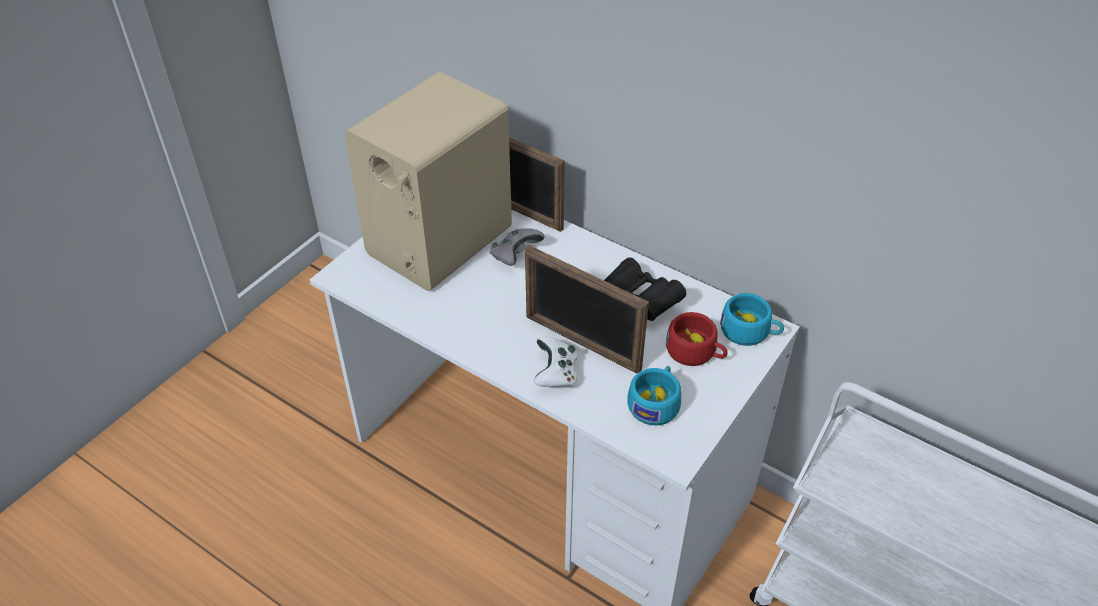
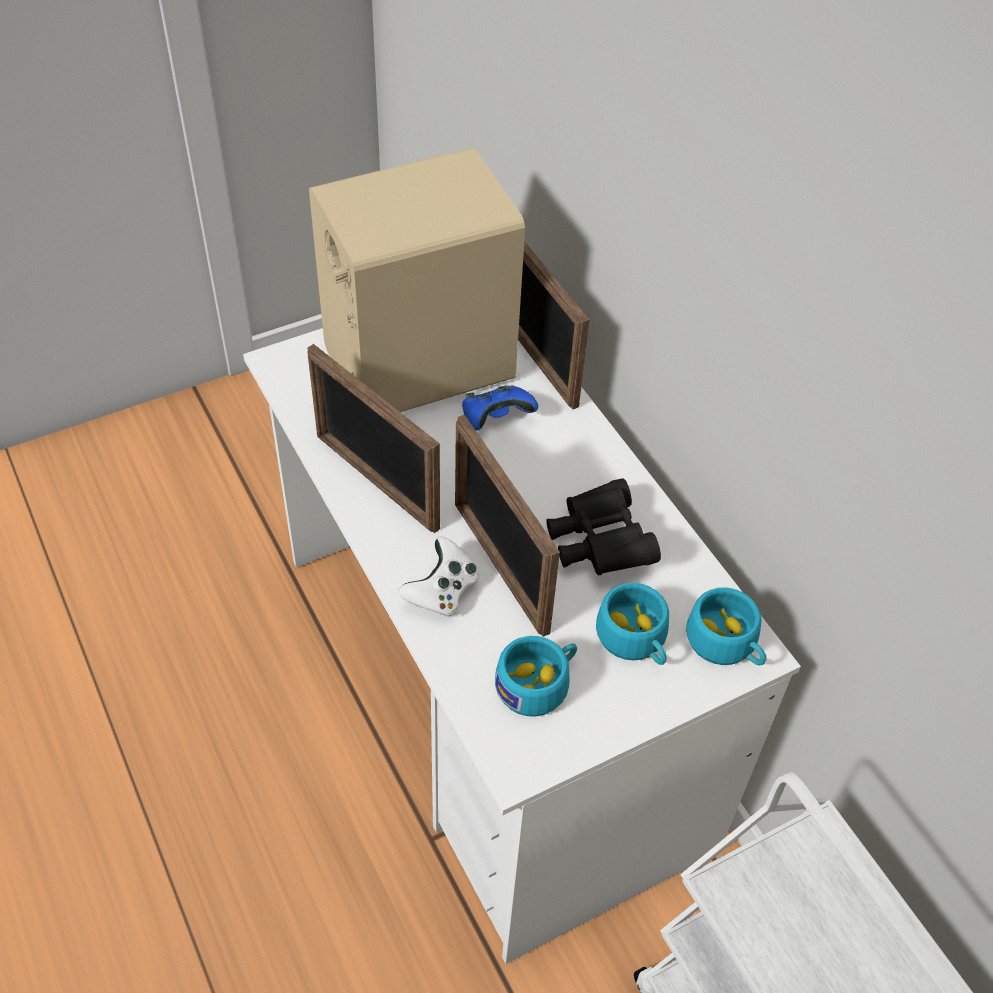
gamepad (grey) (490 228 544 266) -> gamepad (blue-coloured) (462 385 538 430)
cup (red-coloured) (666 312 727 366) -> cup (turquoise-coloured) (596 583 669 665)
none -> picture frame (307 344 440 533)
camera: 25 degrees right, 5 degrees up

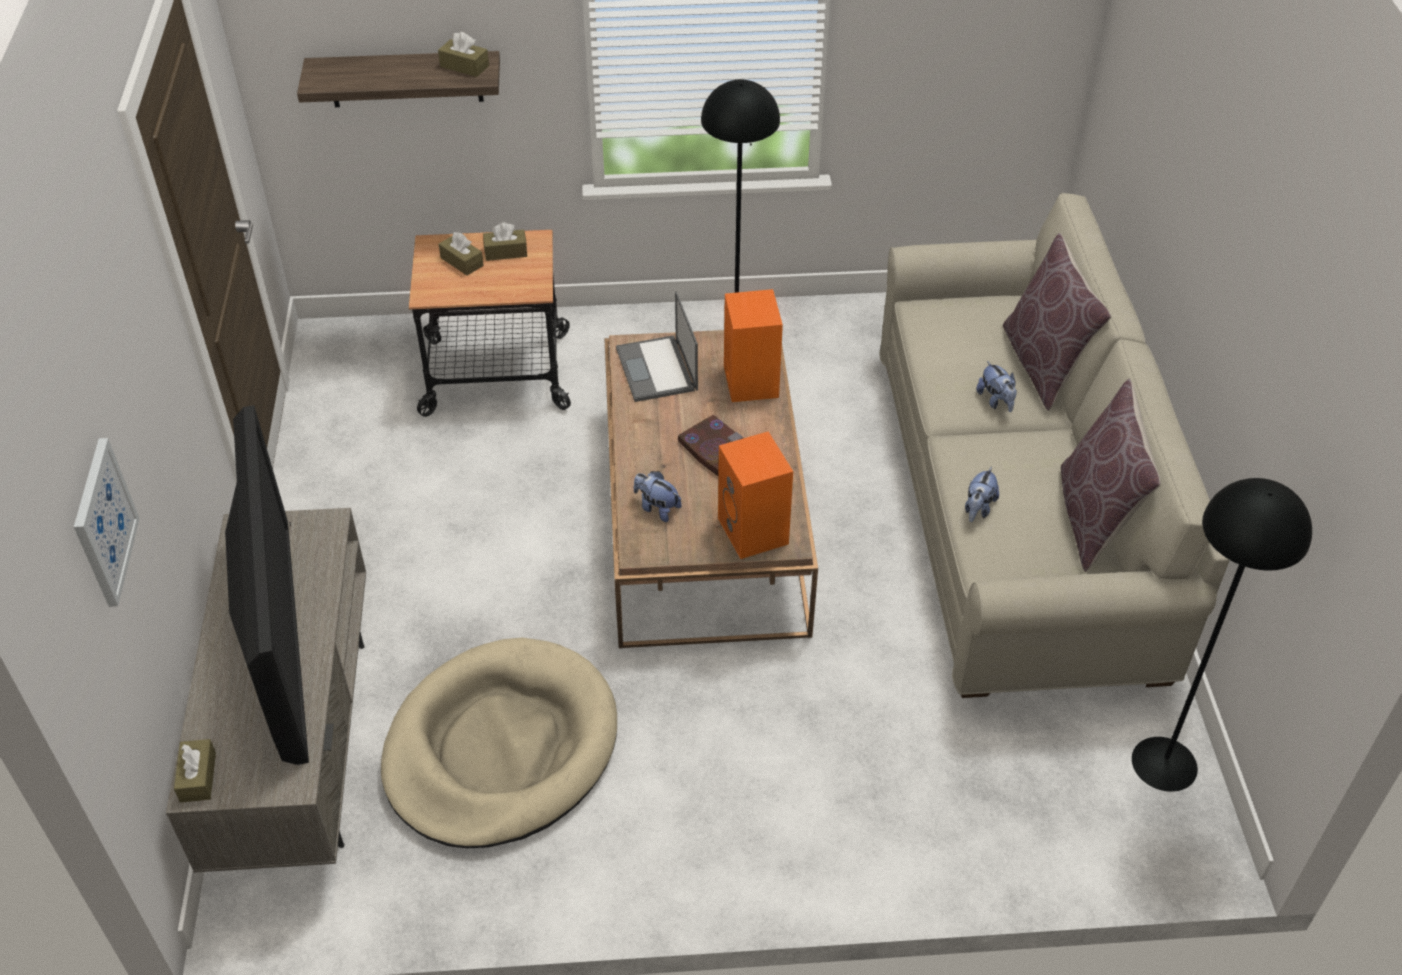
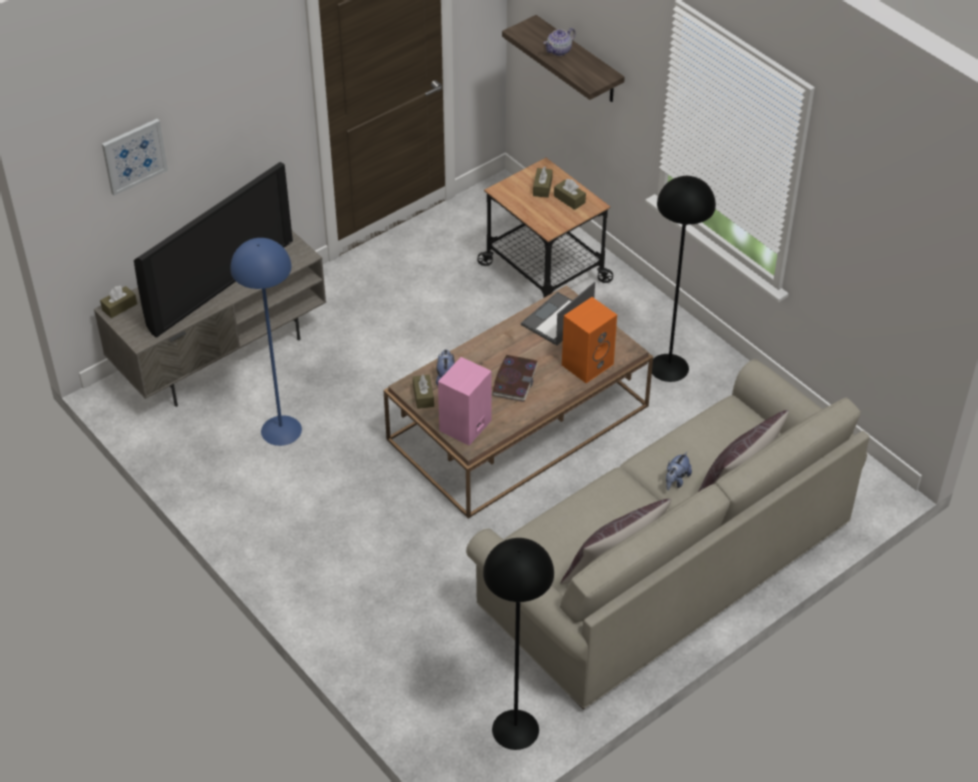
box of tissues (brown-coloured) (438 32 489 77) -> box of tissues (brown-coloured) (413 374 434 409), moved
speaker (orange) (718 431 793 559) -> speaker (pink) (438 357 492 446)
soft toy (965 467 999 522) -> none
dog bed (sand-coloured) (381 638 617 848) -> standard lamp (blue-coloured) (231 238 302 446)
none -> teapot (544 28 575 56)
camera: 55 degrees right, 0 degrees up

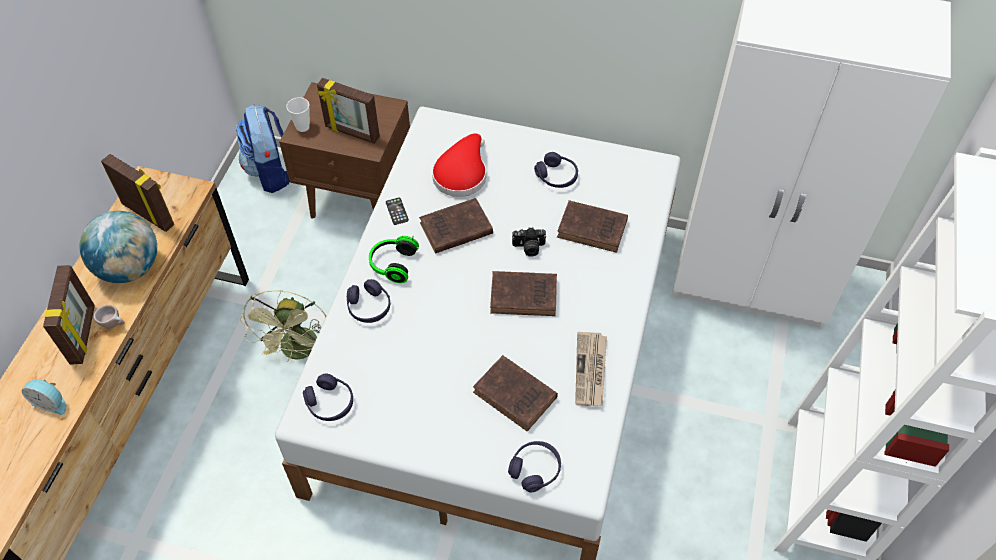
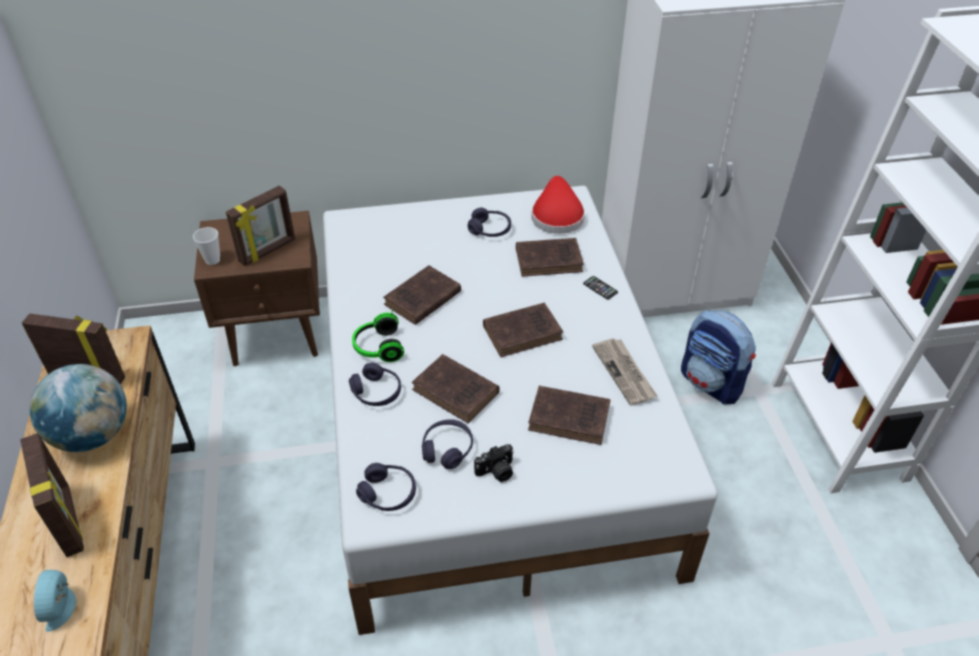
picture frame (317 78 380 144) -> picture frame (226 186 295 266), 45 degrees counterclockwise
backpack (236 104 290 193) -> backpack (681 310 756 404), moved
wearable hat (red-coloured) (432 133 486 197) -> wearable hat (red-coloured) (531 176 585 234), moved
handset (386 198 409 225) -> handset (583 276 618 300), moved
still camera (512 227 546 257) -> still camera (474 444 514 482), moved
fan (green-coloured) (240 290 326 362) -> none
cup (sand-coloured) (94 305 125 329) -> none
table clock (22 379 66 415) -> table clock (33 570 76 632), 90 degrees clockwise
pair of headphones (purple) (508 441 561 492) -> pair of headphones (purple) (422 419 473 469), moved
none -> volume (brown-coloured) (412 354 499 423)
camera: 25 degrees left, 10 degrees down

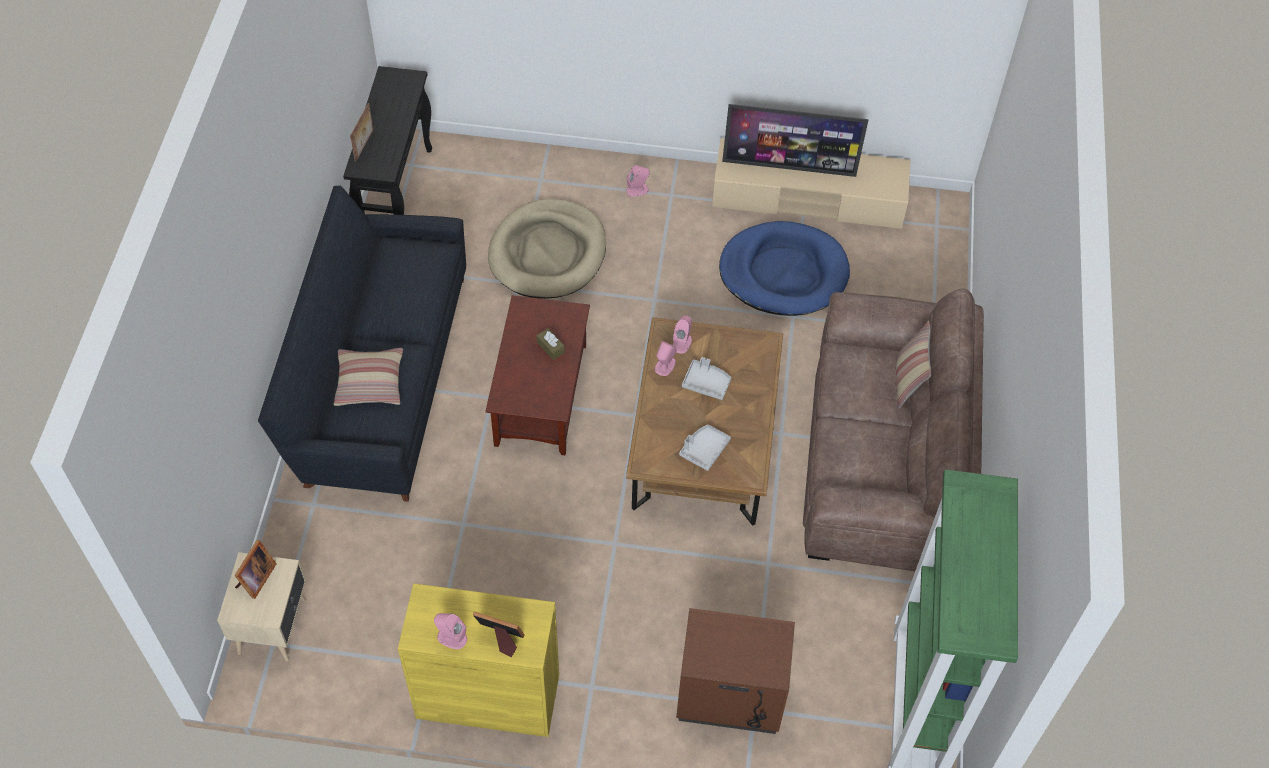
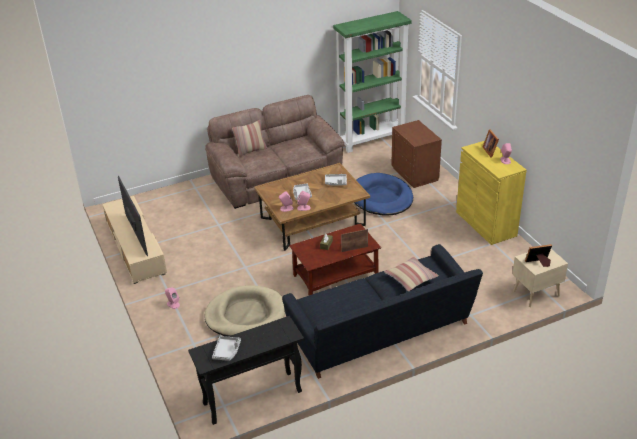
picture frame (350 103 374 162) -> picture frame (341 229 368 252), moved
dog bed (blue-coloured) (719 221 850 316) -> dog bed (blue-coloured) (354 173 413 216), moved
none -> carrying tray (grey) (212 336 241 361)
camera: 120 degrees left, 20 degrees down

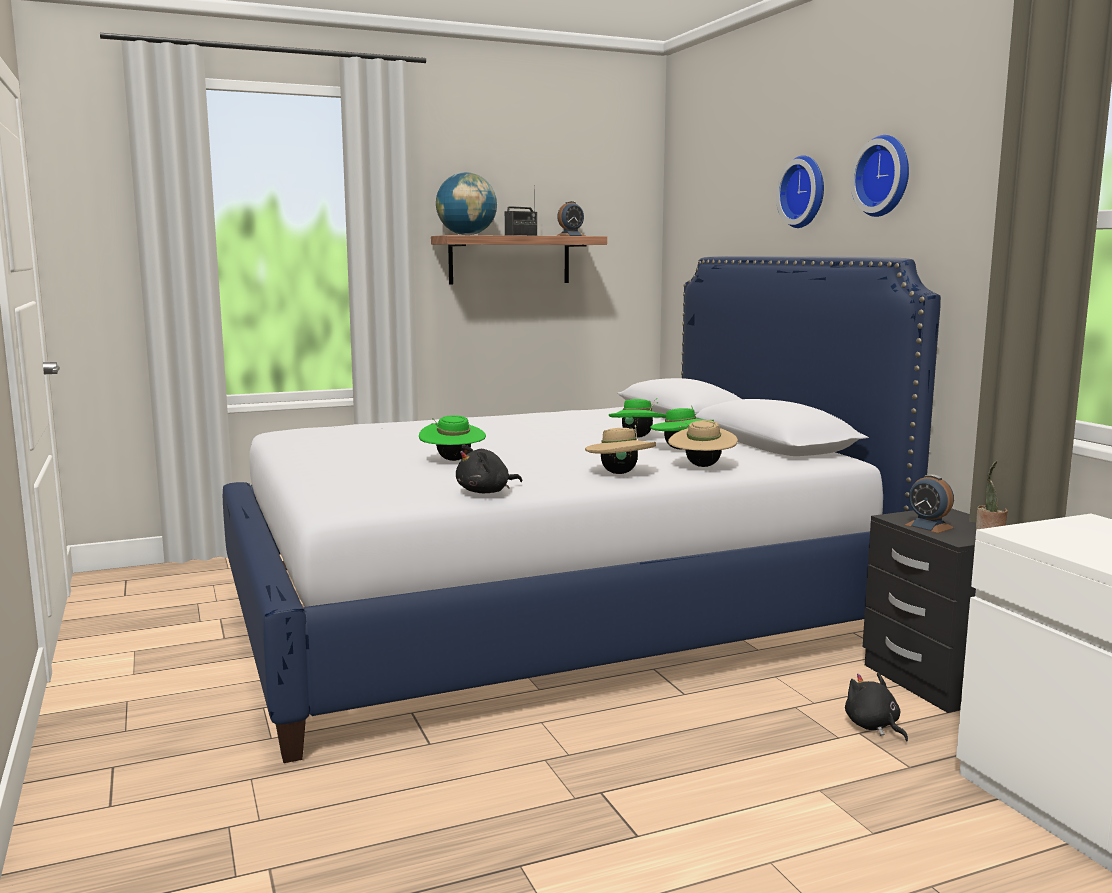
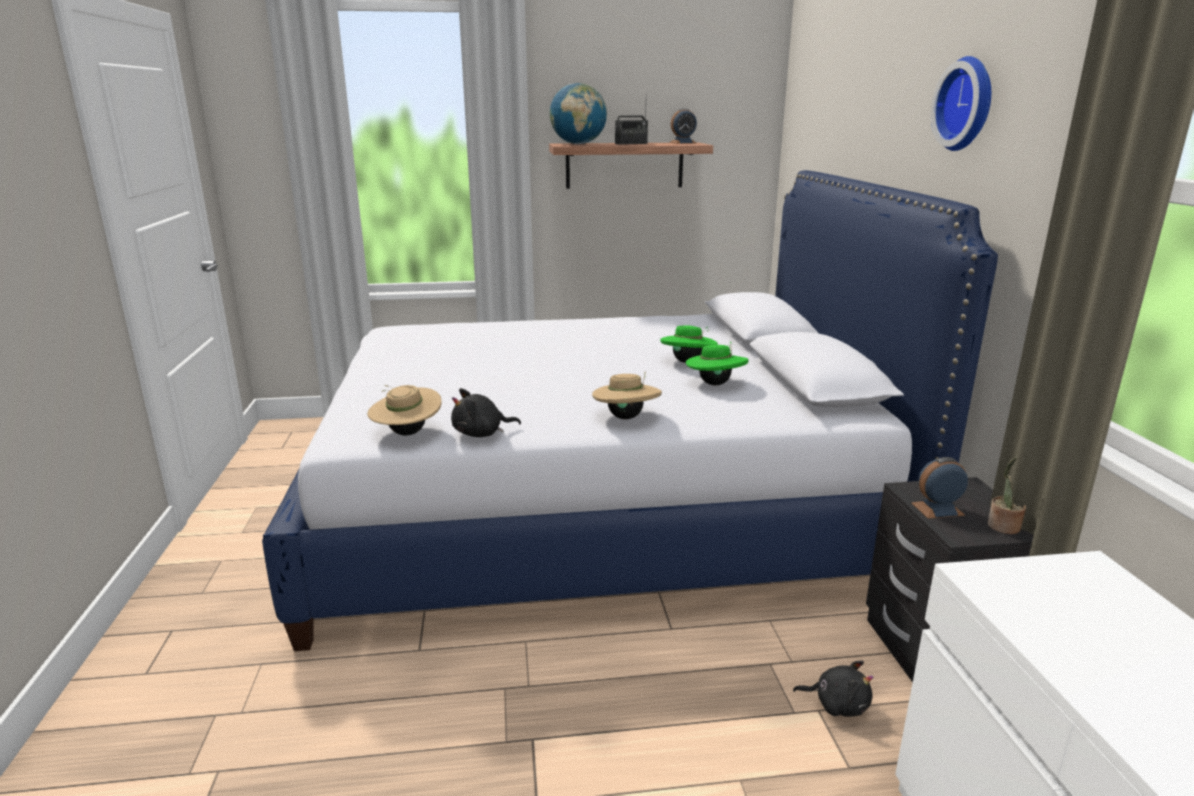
hanging clock (776 155 824 228) -> none
wearable hat (green-coloured) (419 415 486 461) -> none
wearable hat (sand-coloured) (668 420 738 467) -> wearable hat (sand-coloured) (367 385 442 435), moved
table clock (905 474 954 533) -> table clock (911 457 968 519), 105 degrees clockwise
soft toy (black-coloured) (845 673 908 742) -> soft toy (black-coloured) (793 661 874 717), 120 degrees clockwise
camera: 15 degrees right, 10 degrees up

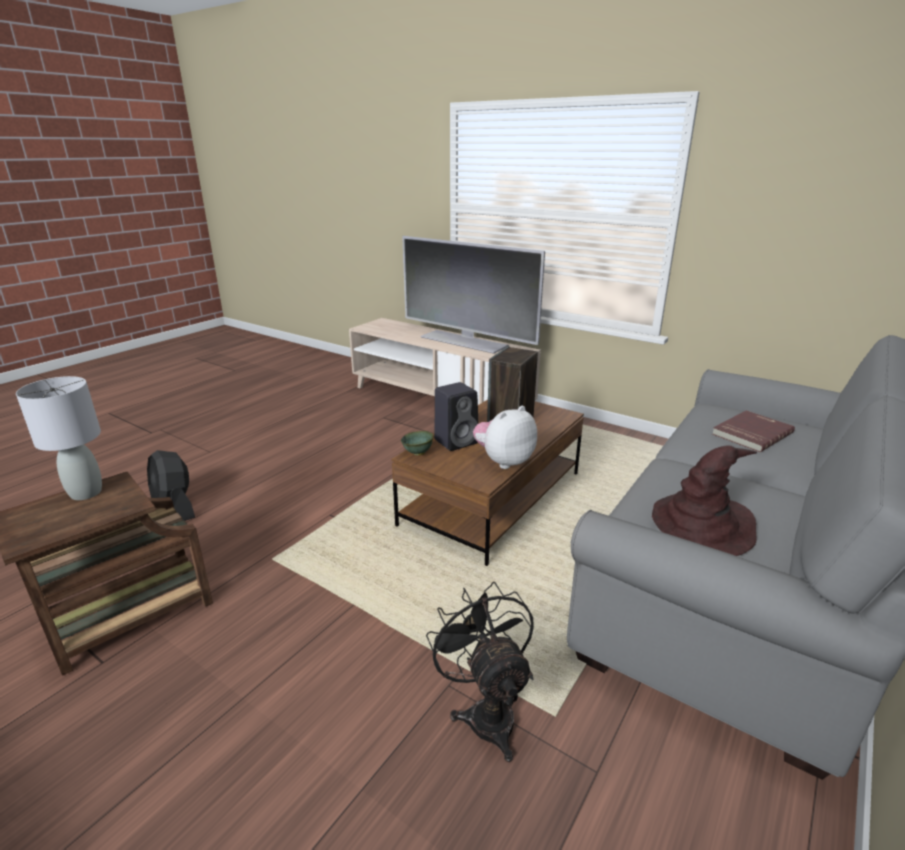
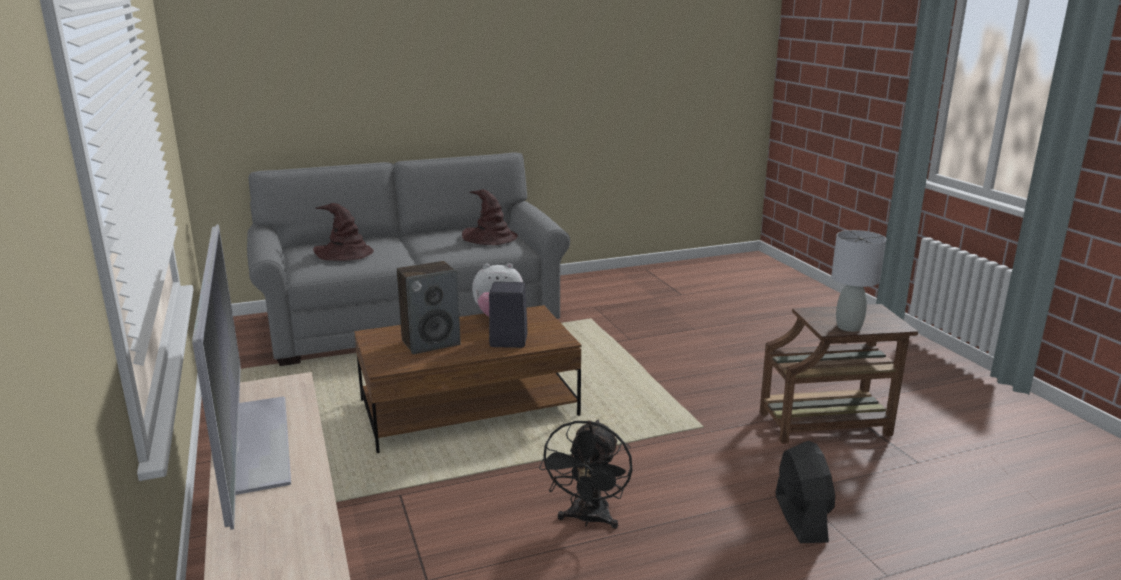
volume (red-coloured) (712 410 795 452) -> wearable hat (brown-coloured) (313 203 374 261)
bowl (green-coloured) (401 431 433 456) -> none
fan (black-coloured) (426 582 534 762) -> fan (black-coloured) (539 420 632 529), moved
camera: 145 degrees left, 5 degrees down

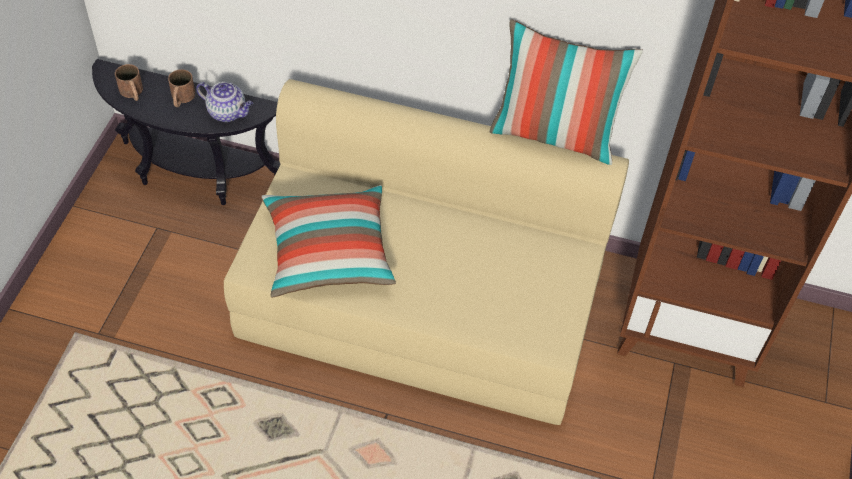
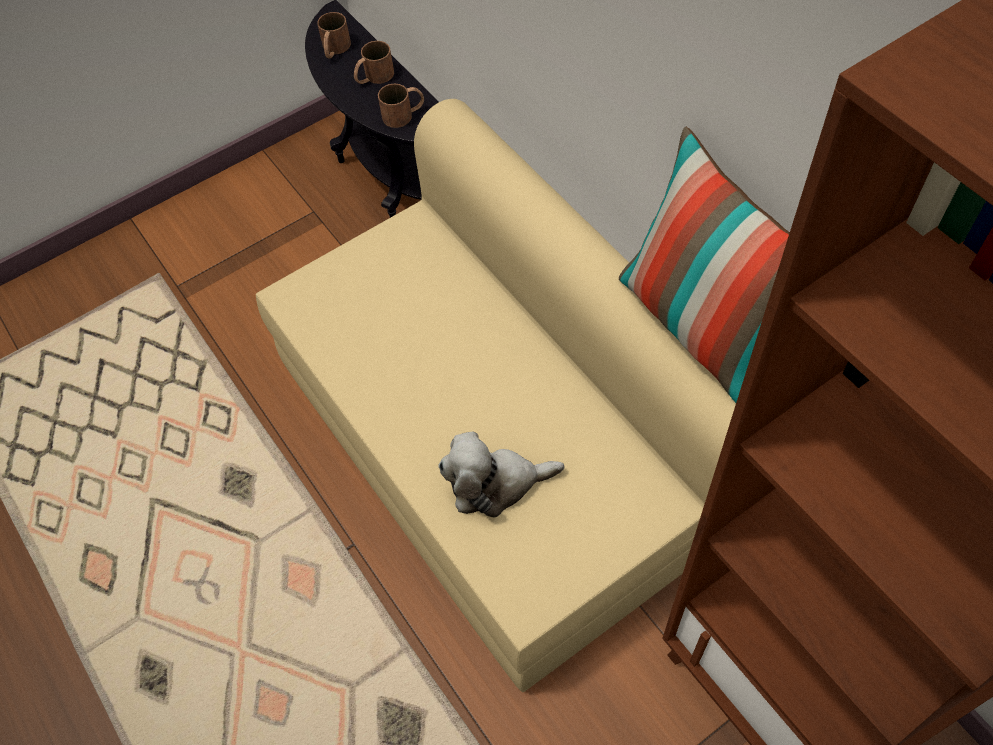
teapot (196 82 253 122) -> mug (brown-coloured) (378 84 424 128)
cushion (262 185 396 298) -> none
none -> soft toy (438 431 564 517)
camera: 45 degrees right, 5 degrees up

